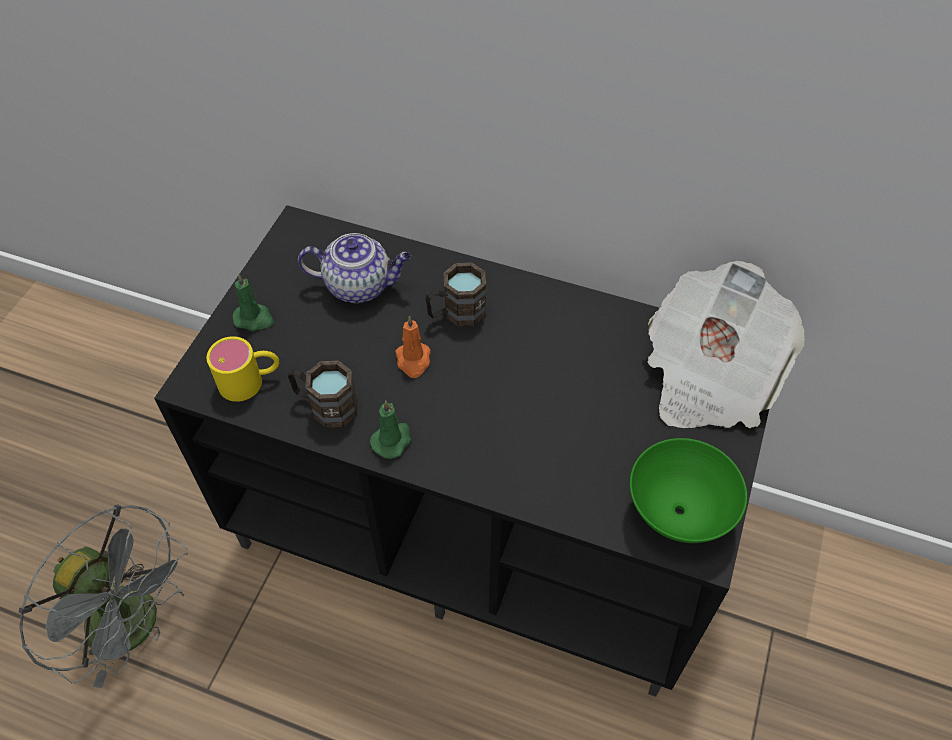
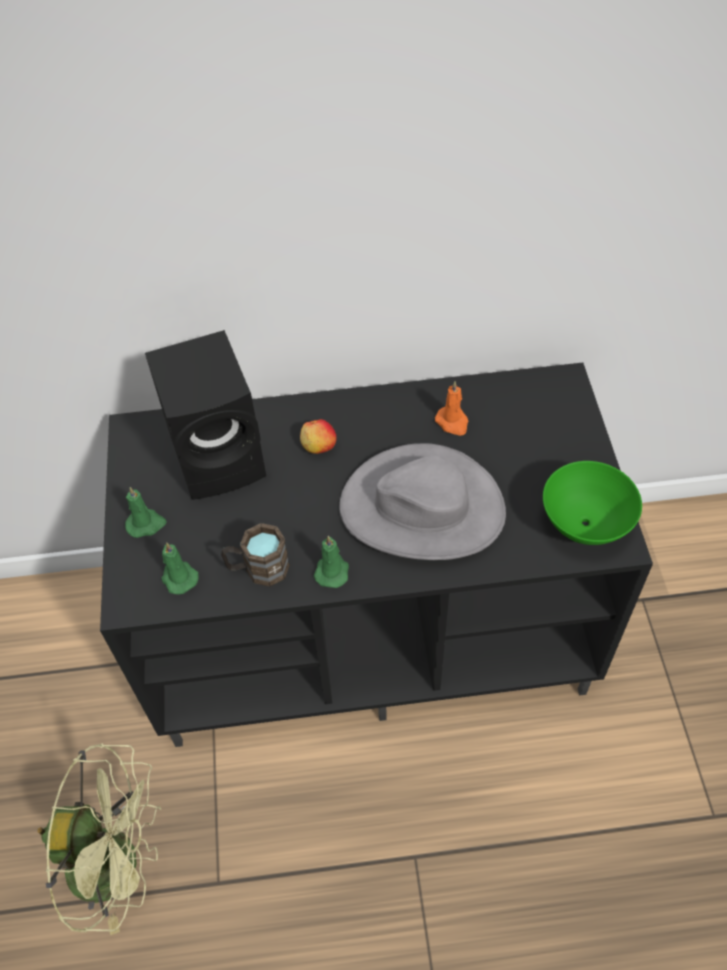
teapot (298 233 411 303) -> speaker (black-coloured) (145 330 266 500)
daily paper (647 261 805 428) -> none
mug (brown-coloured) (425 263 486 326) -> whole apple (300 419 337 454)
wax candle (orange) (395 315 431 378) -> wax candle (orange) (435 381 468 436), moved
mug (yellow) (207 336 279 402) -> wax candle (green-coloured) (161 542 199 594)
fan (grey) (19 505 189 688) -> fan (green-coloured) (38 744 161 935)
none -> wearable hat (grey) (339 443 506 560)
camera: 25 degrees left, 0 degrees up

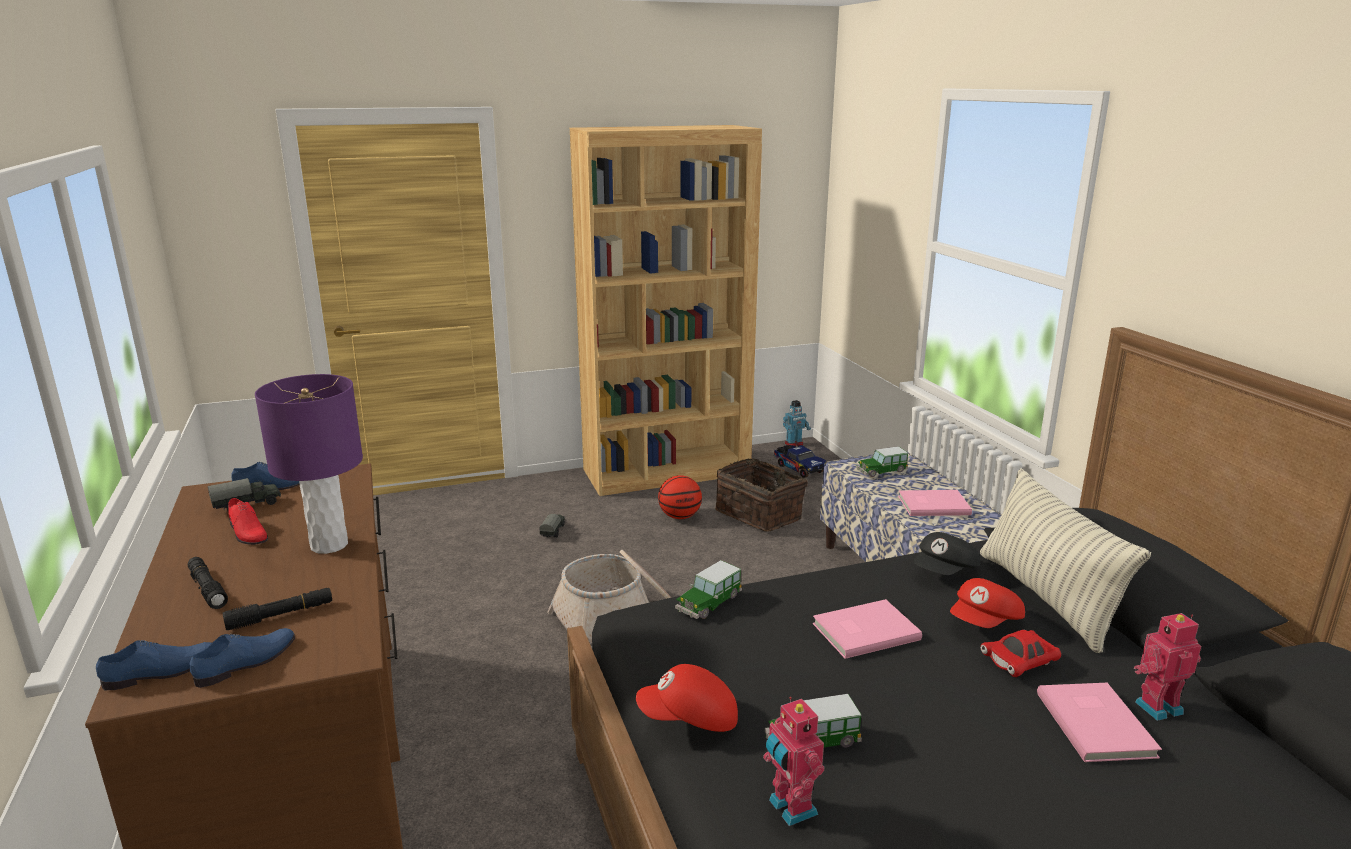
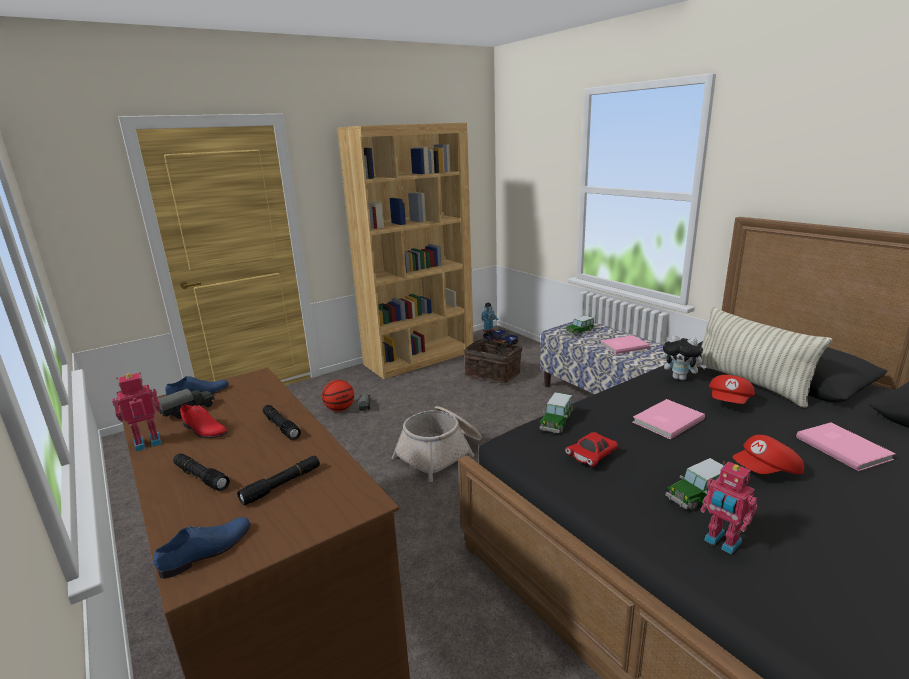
tabletop lamp (purple) (255 374 363 554) -> flashlight (black-coloured) (263 405 301 440)
basketball ball (658 475 702 519) -> basketball ball (322 380 354 411), moved
baseball cap (black-coloured) (913 532 980 575) -> soft toy (662 334 707 380)
robot figure (1134 613 1201 721) -> robot figure (112 372 162 451), moved
shoe (blue-coloured) (189 628 295 688) -> none
toy car (red-coloured) (980 630 1061 677) -> toy car (red-coloured) (565 432 618 467), moved
baseball cap (red-coloured) (636 664 738 732) -> baseball cap (red-coloured) (732 435 804 474), moved
camera: 15 degrees left, 0 degrees up

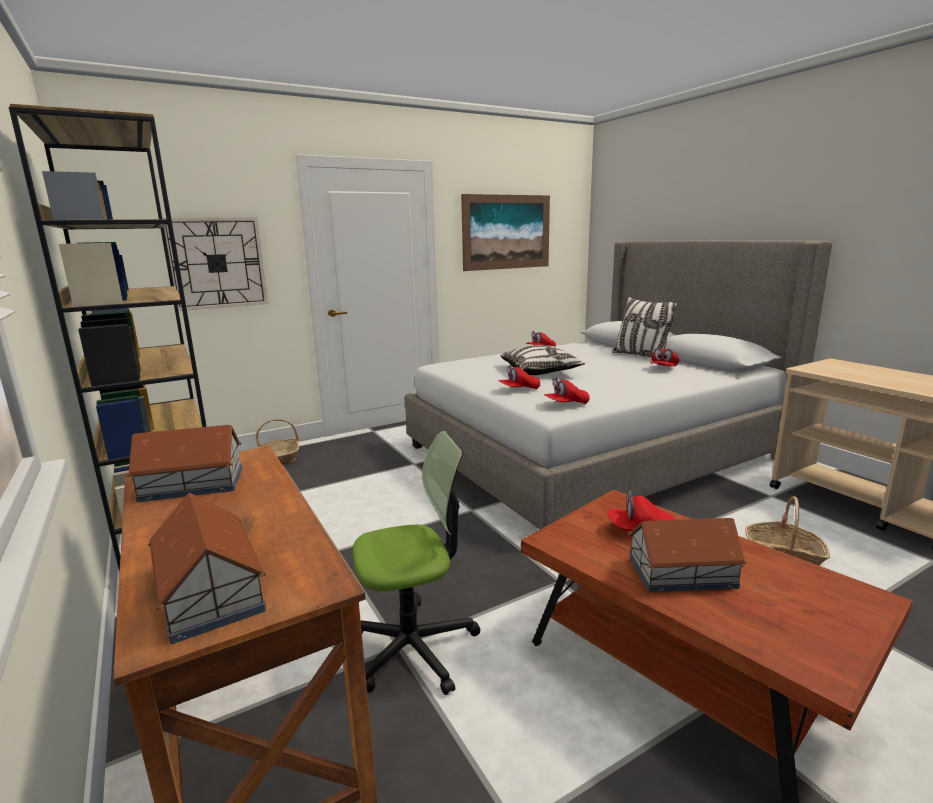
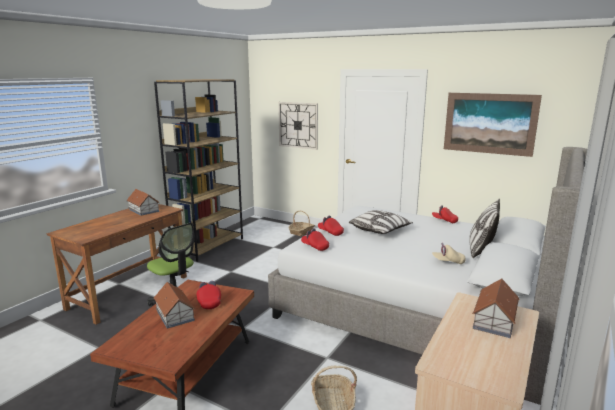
baseball cap (red-coloured) (651 348 679 366) -> baseball cap (sand-coloured) (432 243 466 264)
model house (148 493 266 644) -> model house (472 279 520 338), moved
camera: 60 degrees right, 0 degrees up

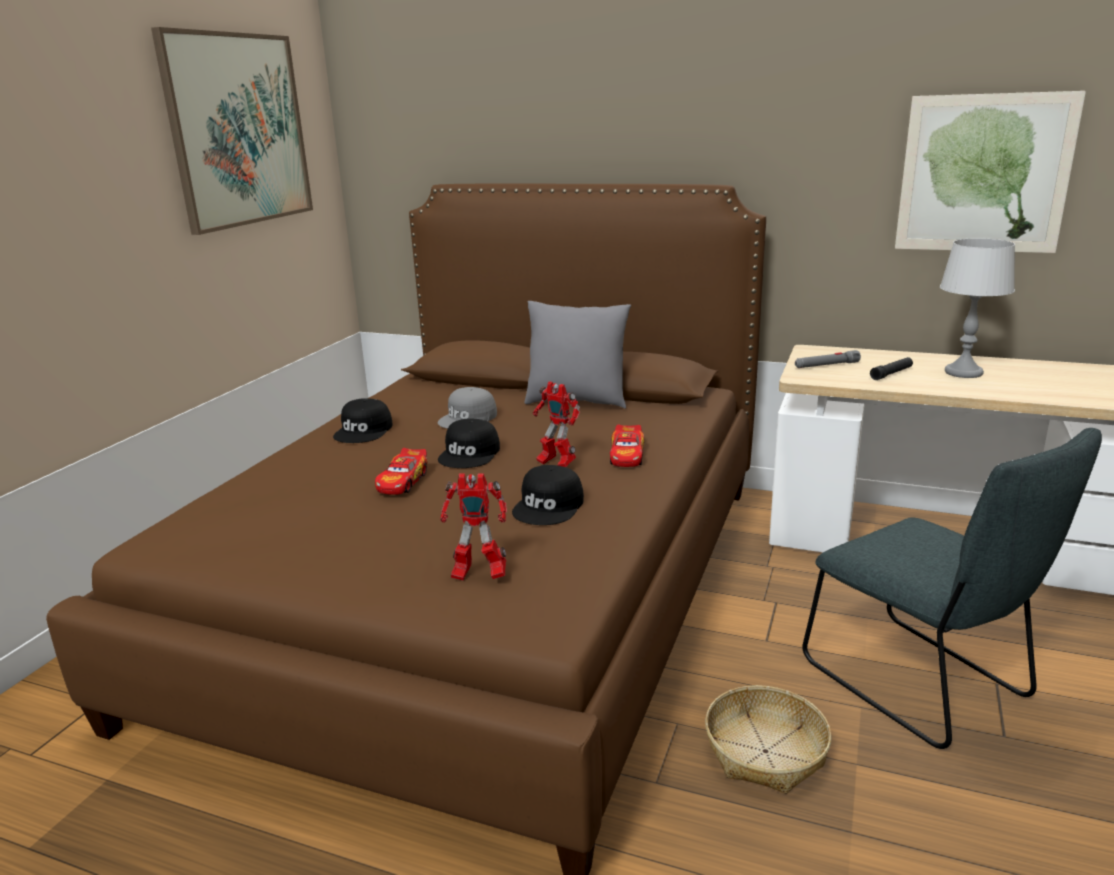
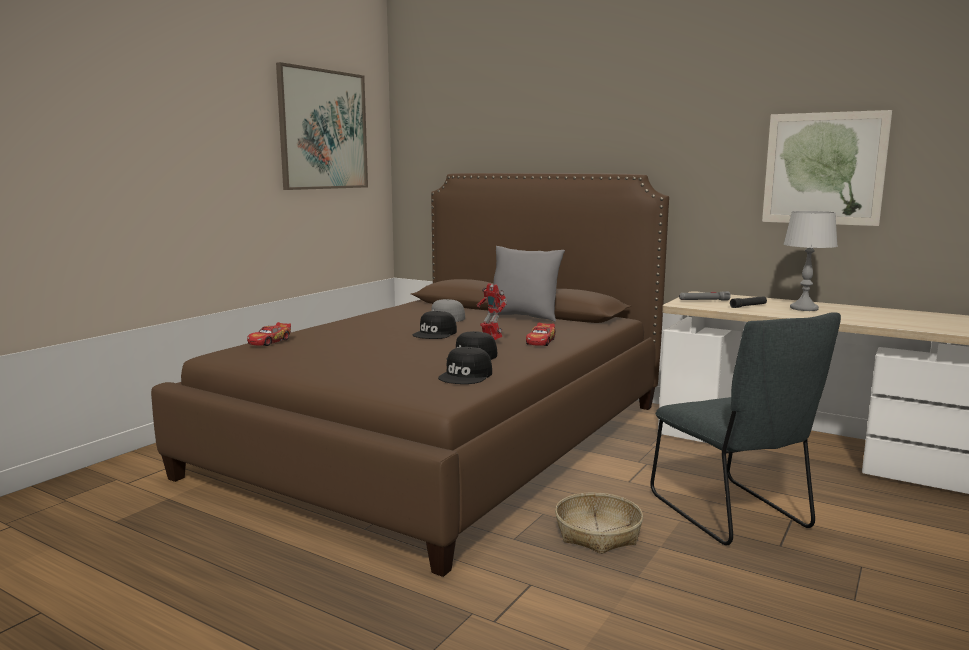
baseball cap (black-coloured) (333 398 393 443) -> baseball cap (black-coloured) (438 347 492 384), moved
toy car (375 448 427 495) -> toy car (247 322 291 346), moved
robot figure (440 473 507 581) -> none
camera: 10 degrees right, 10 degrees down

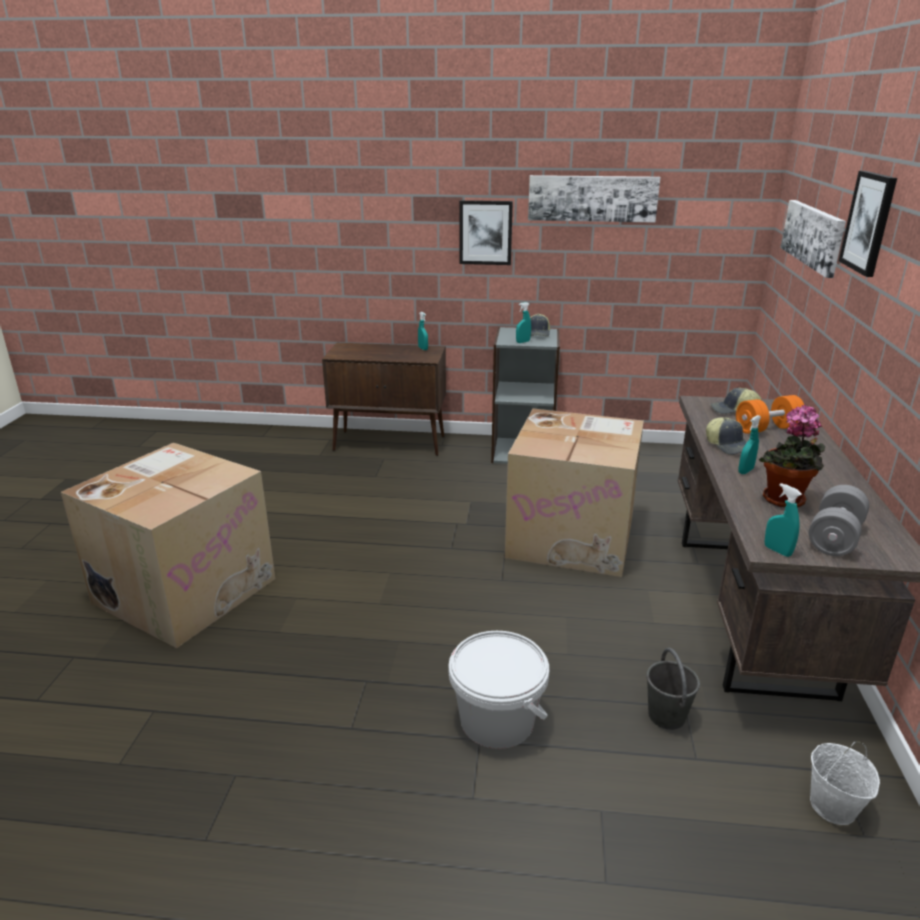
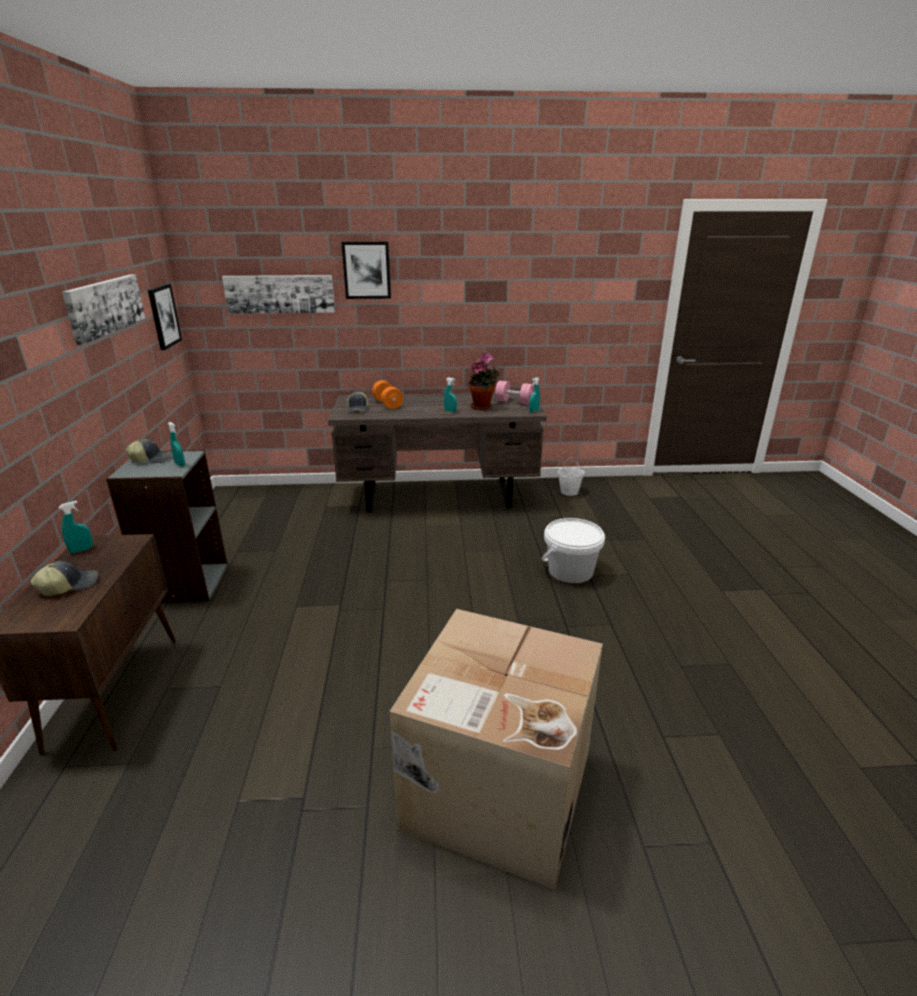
wall art (459 200 513 265) -> wall art (148 284 182 350), moved
carton (505 409 644 577) -> none
baseball cap (706 417 747 455) -> baseball cap (30 561 98 596), moved
free weight (grey) (809 485 869 556) -> free weight (pink) (495 381 534 405)
bucket (grey) (646 648 700 730) -> none
camera: 100 degrees left, 0 degrees up

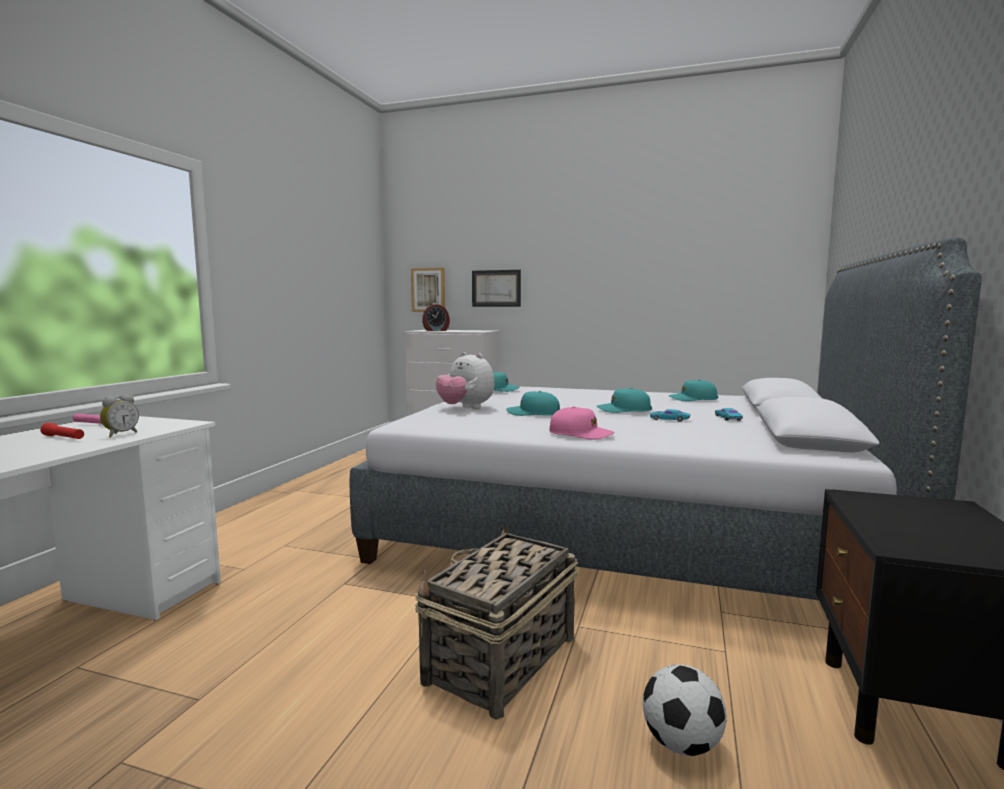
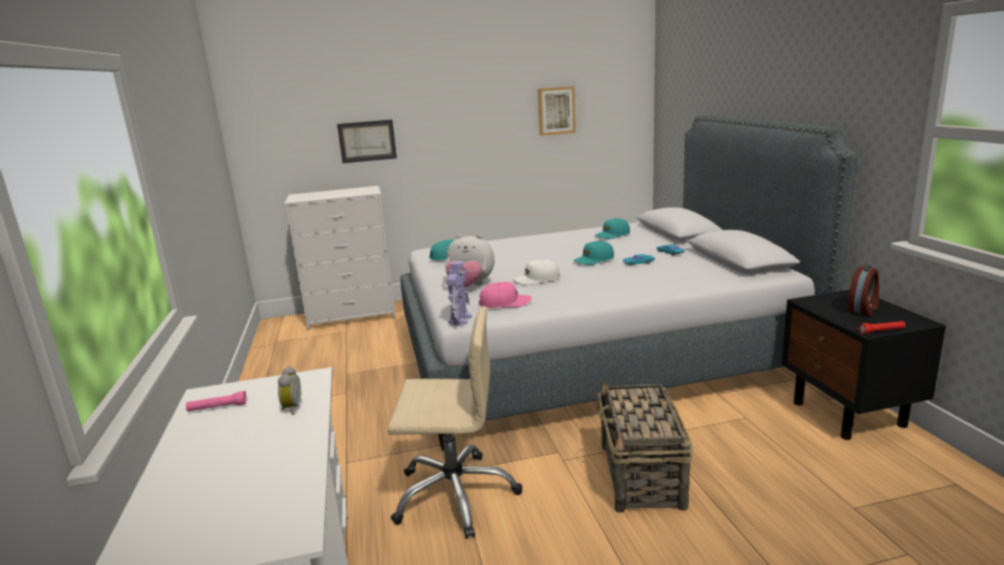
wall art (411 268 445 312) -> wall art (538 86 576 136), moved
table clock (422 303 450 331) -> table clock (848 266 879 316), moved
baseball cap (turquoise-coloured) (506 391 560 416) -> baseball cap (white-coloured) (513 259 560 285)
baseball cap (pink) (549 406 614 440) -> baseball cap (pink) (479 282 532 308), moved
flashlight (red-coloured) (40 423 84 439) -> flashlight (red-coloured) (858 321 906 334), moved
football ball (643 664 727 756) -> none
none -> robot figure (447 261 472 325)
none -> office chair (sand-coloured) (387 306 522 539)
camera: 30 degrees left, 10 degrees up

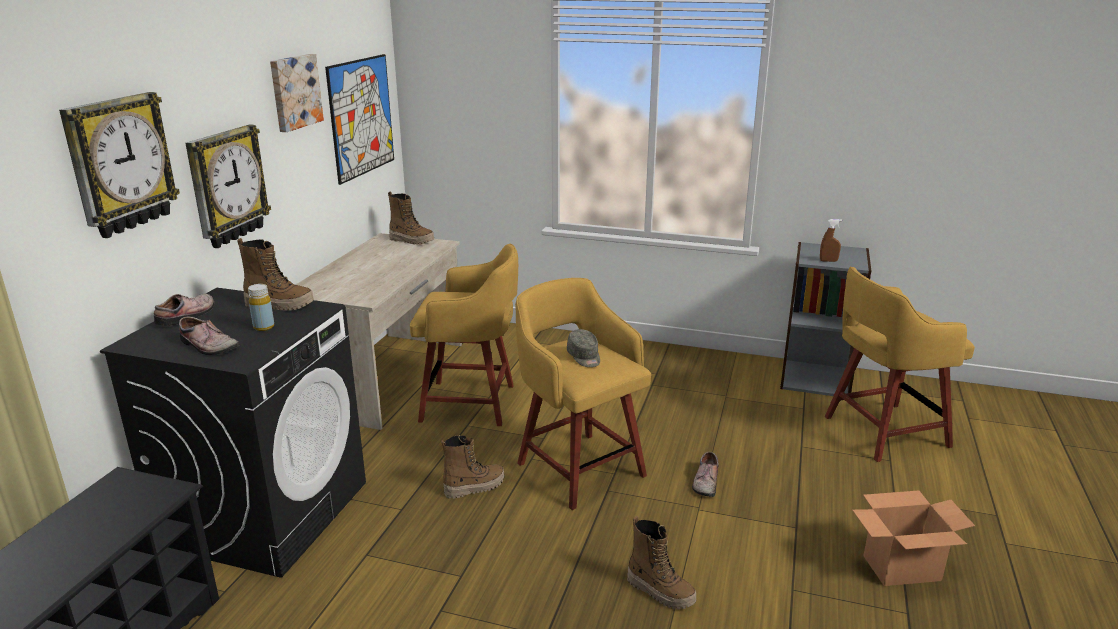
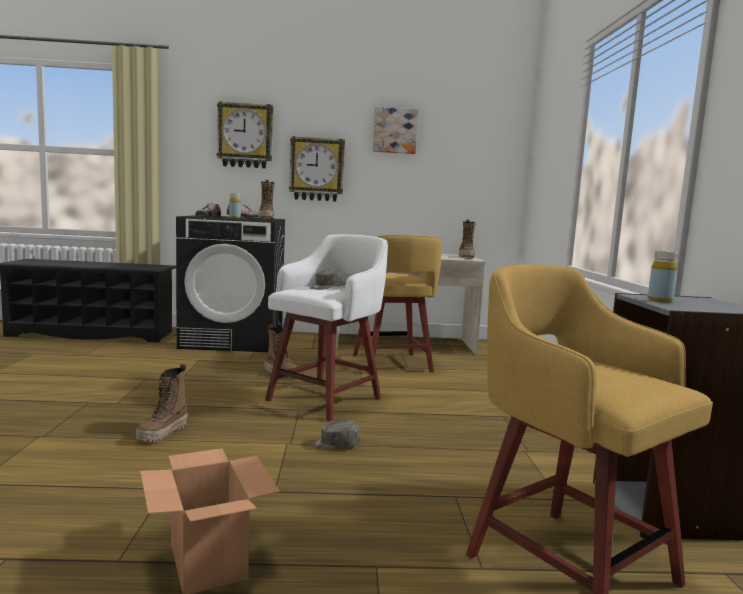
wall art (325 54 394 185) -> none
hand sprayer (brown-coloured) (820 219 842 262) -> drink bottle (yellow) (648 251 678 303)
stool seat (yellow) (515 278 651 510) -> stool seat (white-coloured) (265 234 388 421)
shoe (692 452 719 497) -> baseball cap (grey) (312 420 360 449)
camera: 70 degrees right, 15 degrees down

